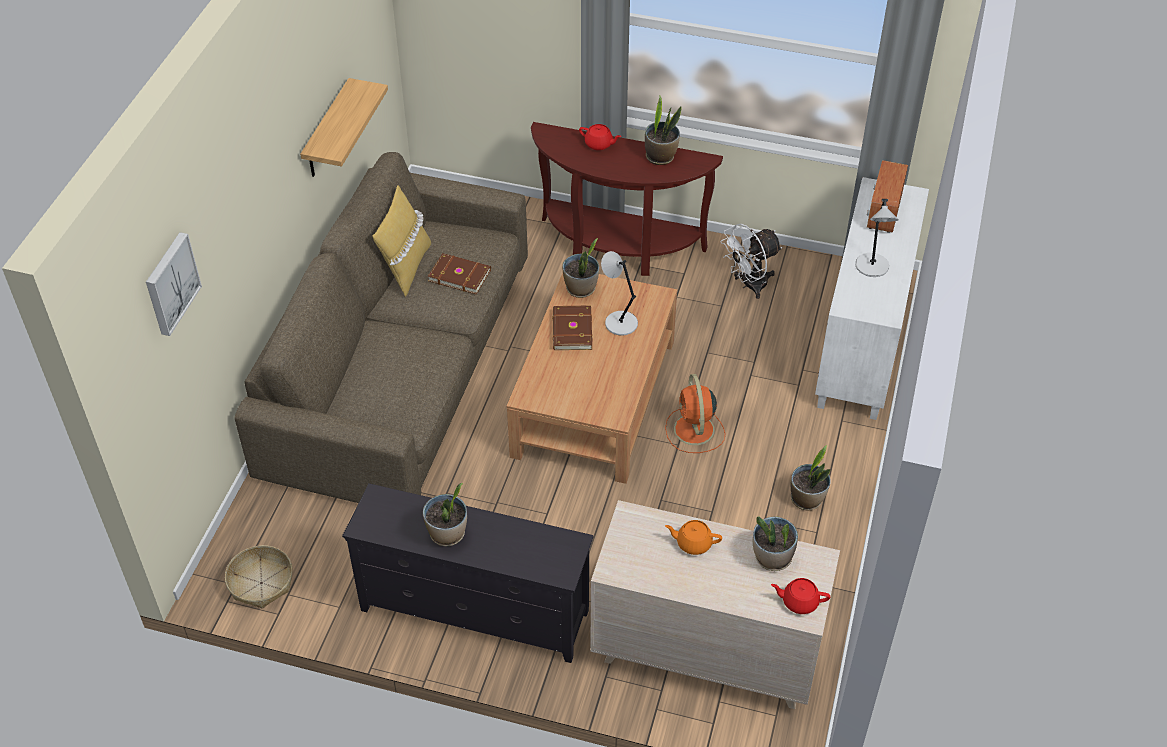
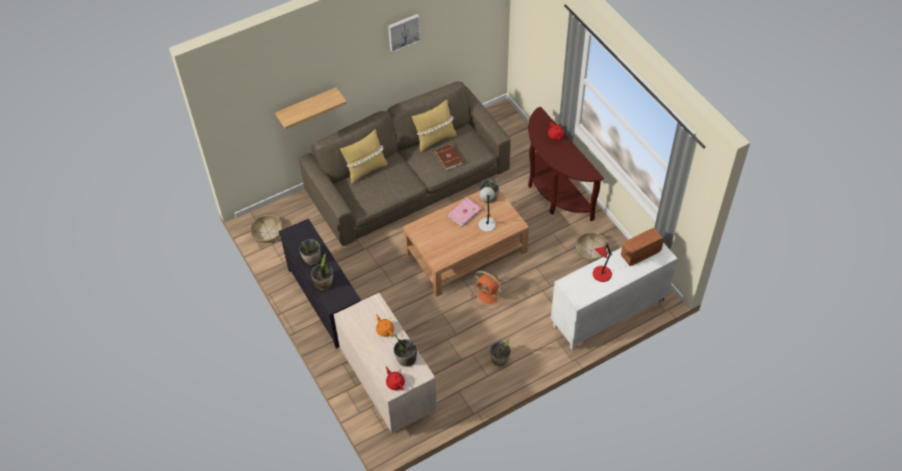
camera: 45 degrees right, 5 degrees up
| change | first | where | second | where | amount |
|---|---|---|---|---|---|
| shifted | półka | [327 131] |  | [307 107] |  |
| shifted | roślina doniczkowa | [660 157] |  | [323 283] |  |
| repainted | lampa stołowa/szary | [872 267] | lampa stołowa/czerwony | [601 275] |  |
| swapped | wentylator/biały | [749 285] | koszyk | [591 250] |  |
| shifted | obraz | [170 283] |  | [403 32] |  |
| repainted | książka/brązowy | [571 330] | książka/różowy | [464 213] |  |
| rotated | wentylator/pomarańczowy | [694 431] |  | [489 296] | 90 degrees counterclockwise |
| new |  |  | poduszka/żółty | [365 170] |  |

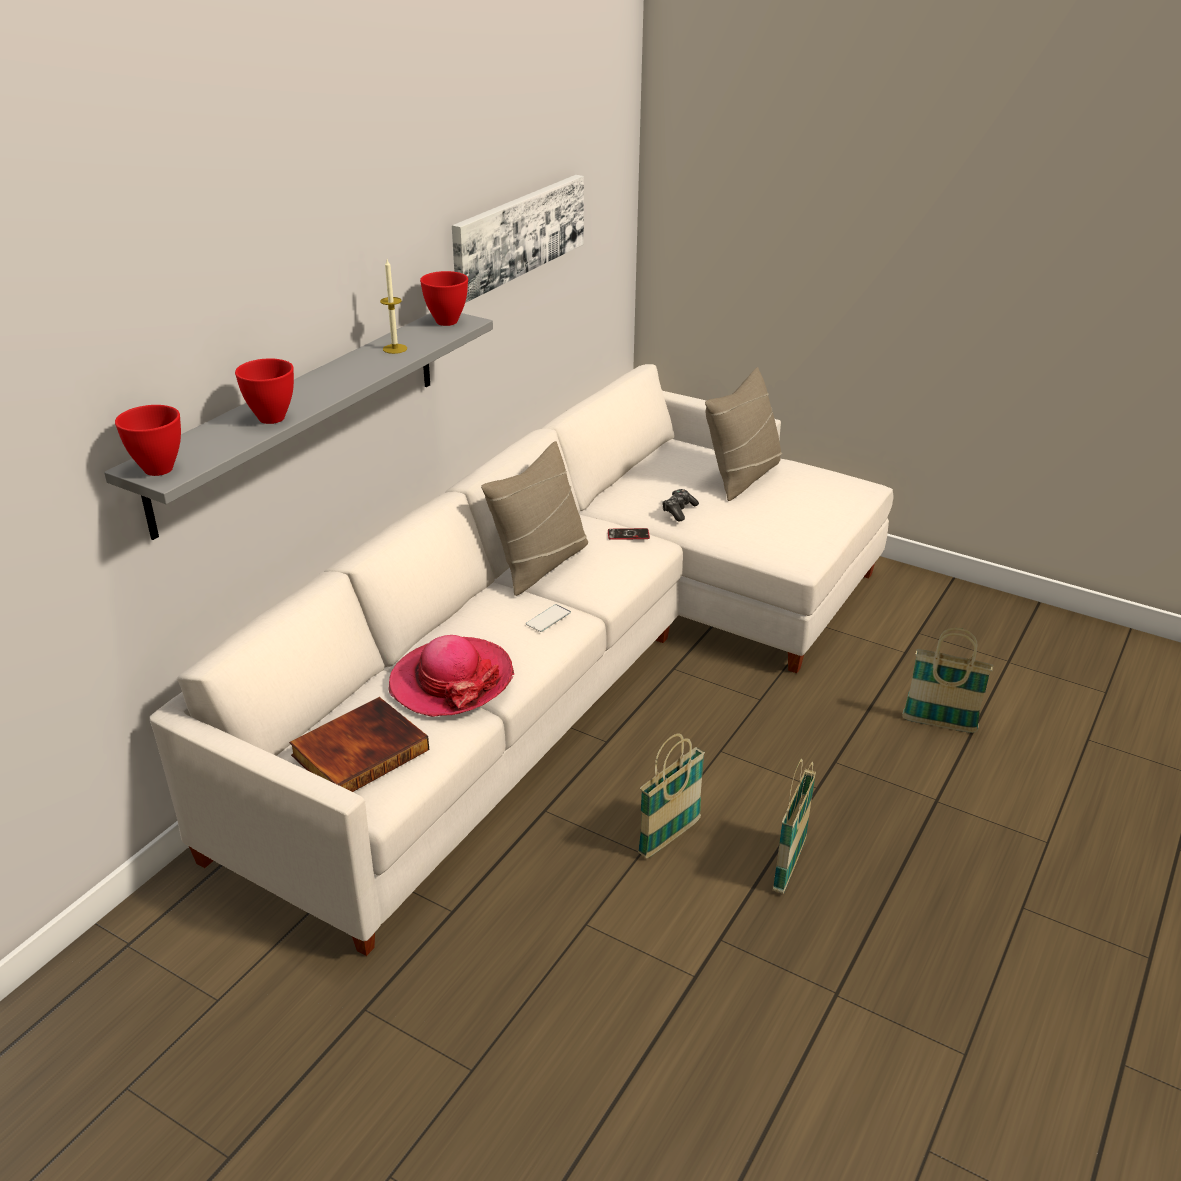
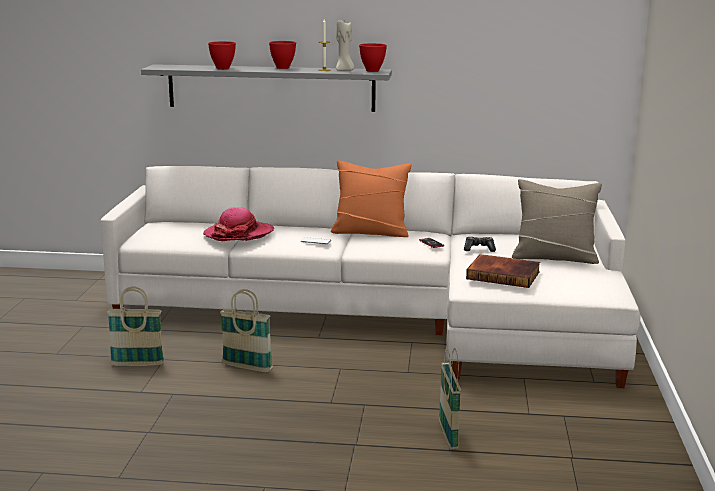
camera: 65 degrees right, 15 degrees down
| change | first | where | second | where | amount |
|---|---|---|---|---|---|
| gone | obraz | [518 234] |  |  |  |
| shifted | miska/czerwony | [157 469] |  | [282 68] |  |
| repainted | poduszka/beżowy | [540 564] | poduszka/pomarańczowy | [371 232] |  |
| shifted | książka | [360 751] |  | [504 275] |  |
| shifted | koszyk | [789 865] |  | [137 364] |  |
| new |  |  | świeca/beżowy | [344 70] |  |

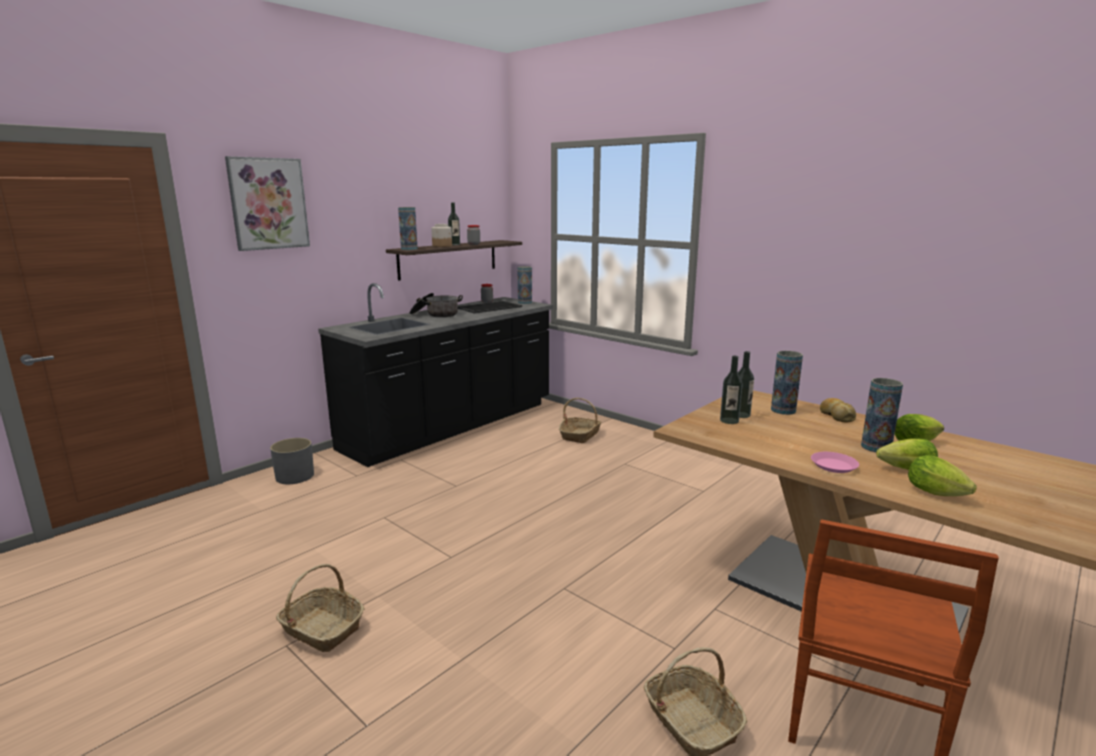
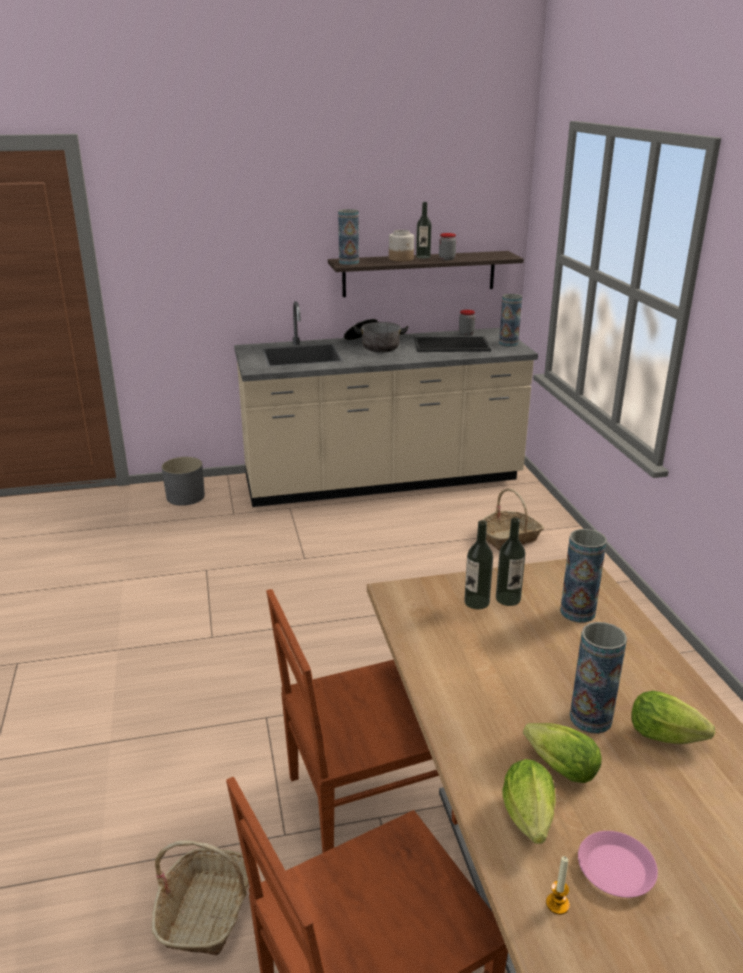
camera: 35 degrees right, 10 degrees up
| change | first | where | second | where | amount |
|---|---|---|---|---|---|
| gone | obraz | [268 203] |  |  |  |
| repainted | zabudowa kuchenna/czarny | [451 426] | zabudowa kuchenna/beżowy | [382 481] |  |
| gone | chleb | [836 416] |  |  |  |
| shifted | talerz/różowy | [833 466] |  | [615 869] |  |
| gone | koszyk | [321 629] |  |  |  |
| new |  |  | krzesło/brązowy | [367 802] |  |
| new |  |  | świeca | [557 904] |  |

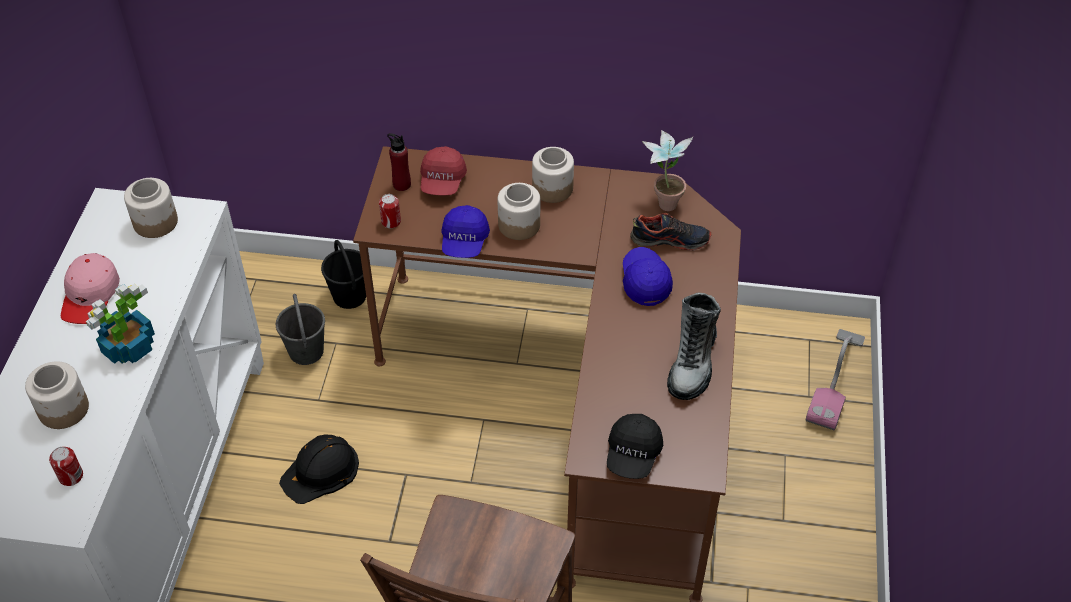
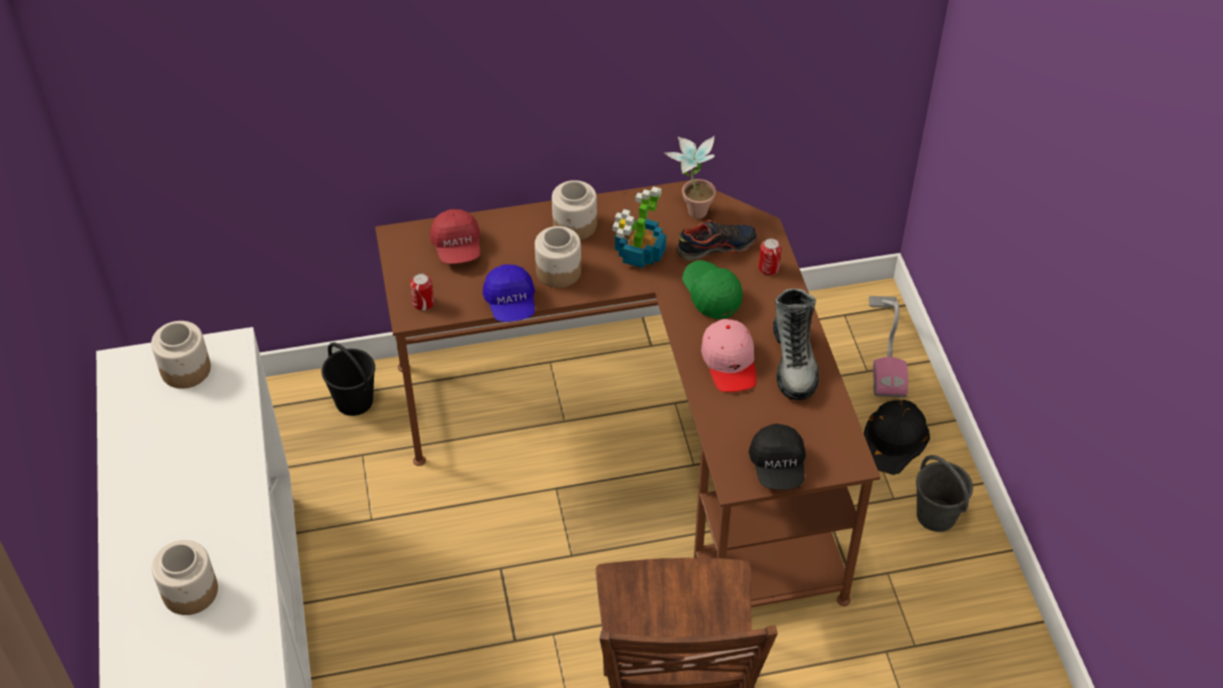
camera: 20 degrees left, 0 degrees up
| change | first | where | second | where | amount |
|---|---|---|---|---|---|
| gone | butelka/czerwony | [401 184] |  |  |  |
| repainted | czapka z daszkiem/niebieski | [645 281] | czapka z daszkiem/zielony | [711 295] |  |
| shifted | czapka z daszkiem/różowy | [91 295] |  | [730 362] |  |
| shifted | roślina doniczkowa | [128 347] |  | [639 254] |  |
| shifted | wiadro/szary | [306 352] |  | [936 516] |  |
| shifted | kask/czarny | [321 471] |  | [894 439] |  |
| shifted | puszka | [71 476] |  | [768 268] |  |

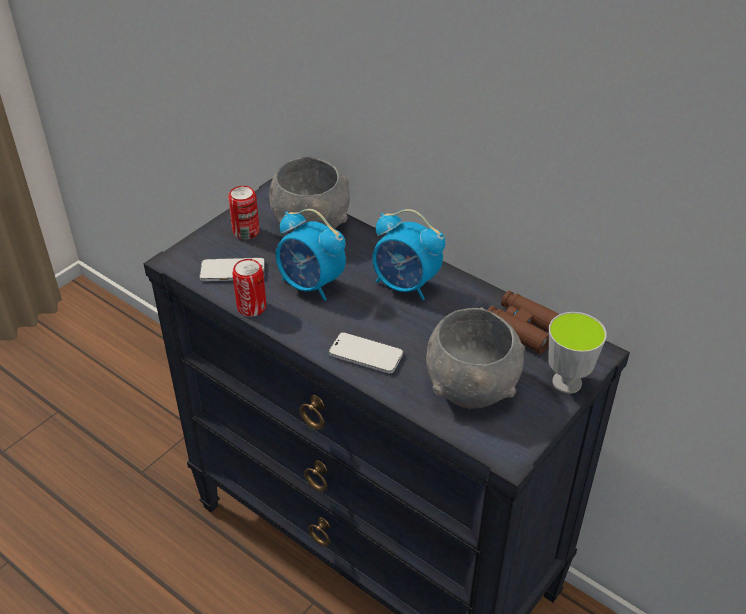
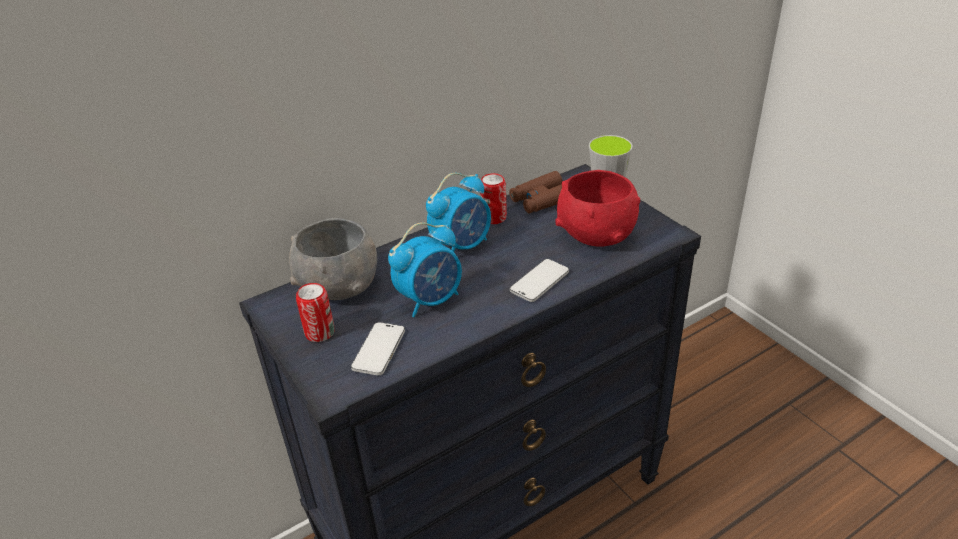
camera: 70 degrees left, 5 degrees down
| change | first | where | second | where | amount |
|---|---|---|---|---|---|
| shifted | puszka | [251 307] |  | [494 218] |  |
| repainted | miska/szary | [472 385] | miska/czerwony | [596 234] |  |

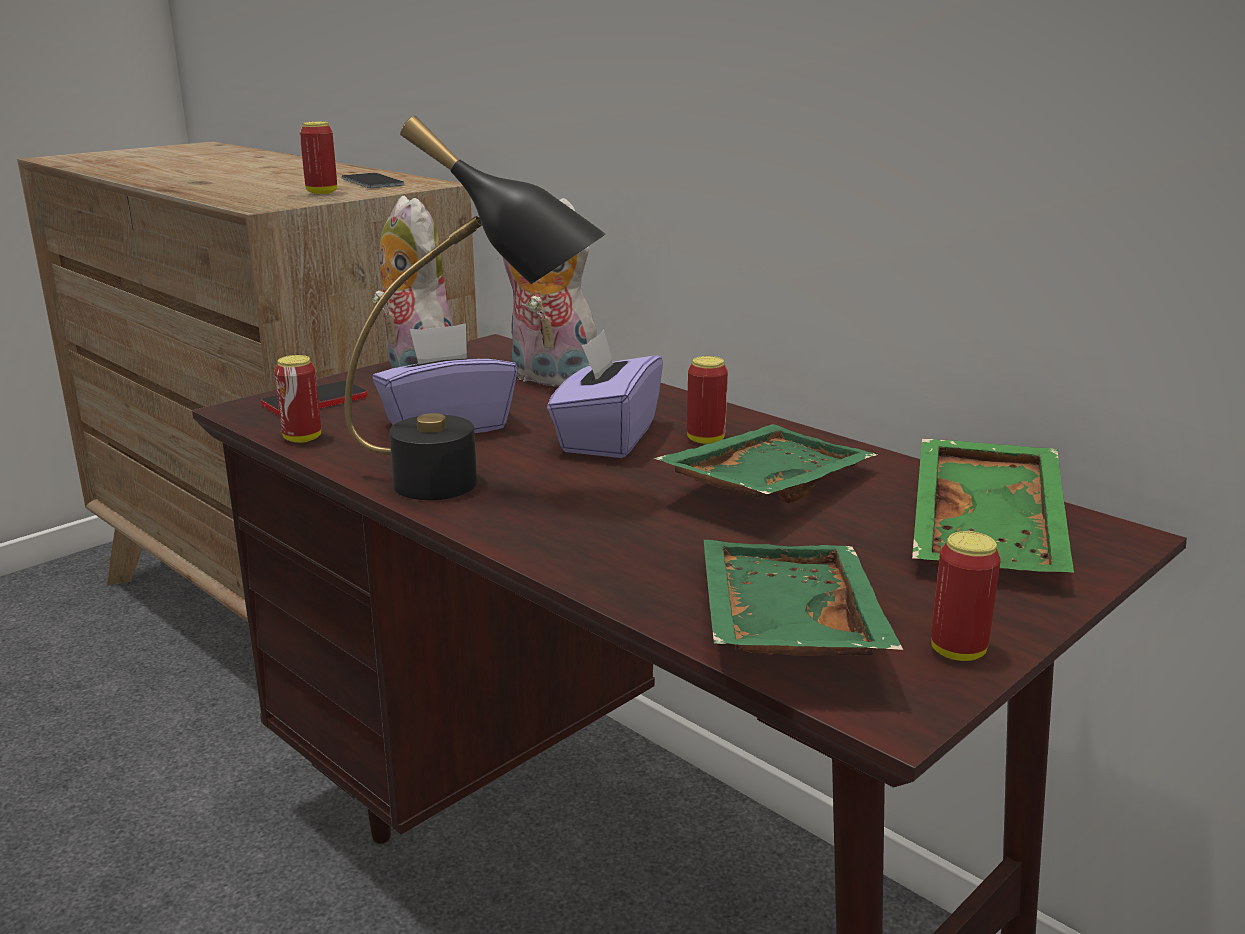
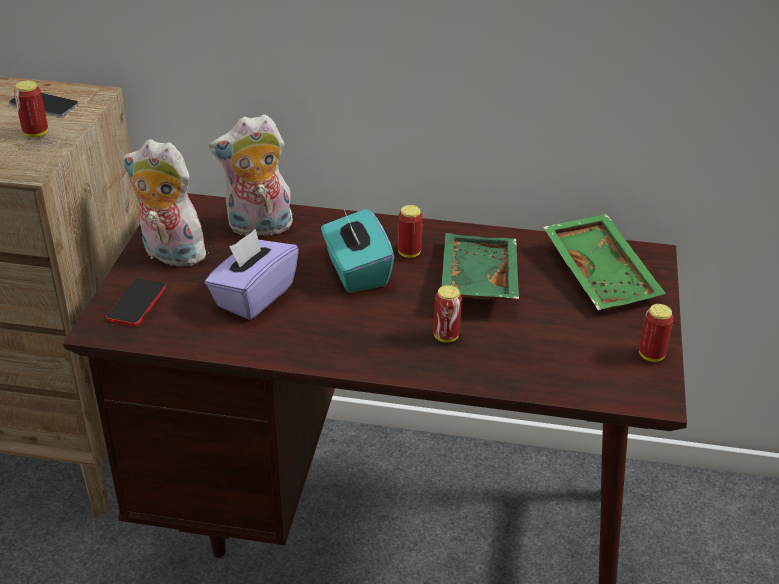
camera: 35 degrees left, 15 degrees up
| change | first | where | second | where | amount |
|---|---|---|---|---|---|
| gone | lampa stołowa/czarny | [475 487] |  |  |  |
| repainted | pudełko chusteczek/fioletowy | [606 438] | pudełko chusteczek/turkusowy | [356 271] |  |
| shifted | puszka | [302 438] |  | [446 336] |  |
| gone | taca/zielony | [782 627] |  |  |  |

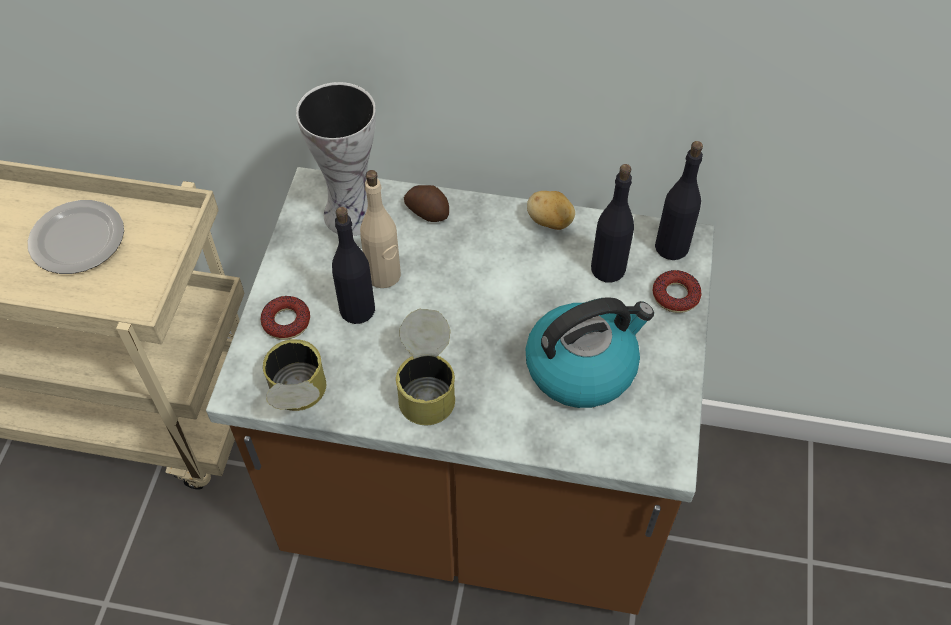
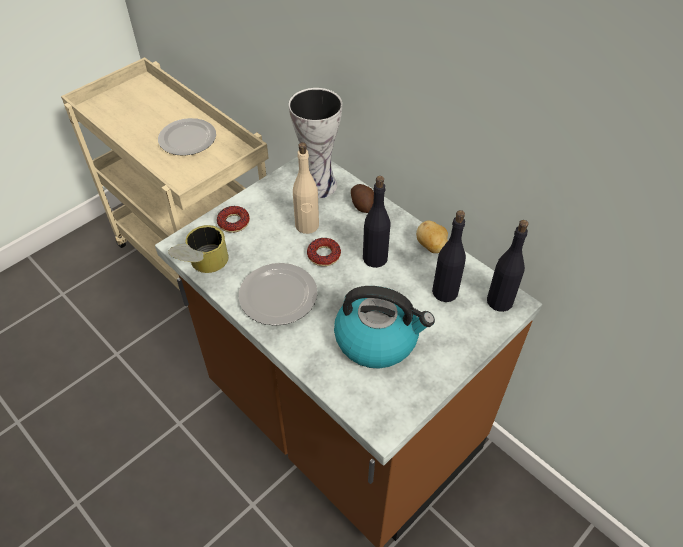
camera: 35 degrees right, 5 degrees down
| change | first | where | second | where | amount |
|---|---|---|---|---|---|
| shifted | butelka/czarny | [357 309] |  | [375 258] |  |
| shifted | donut | [675 295] |  | [324 255] |  |
| swapped | puszka | [427 384] | talerz | [278 297] |  |

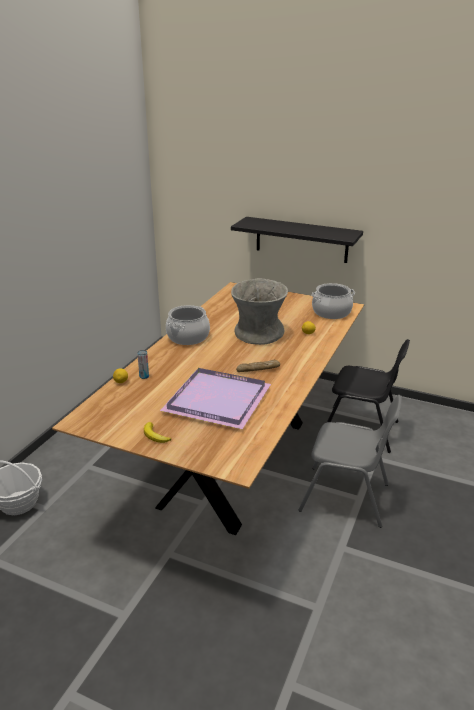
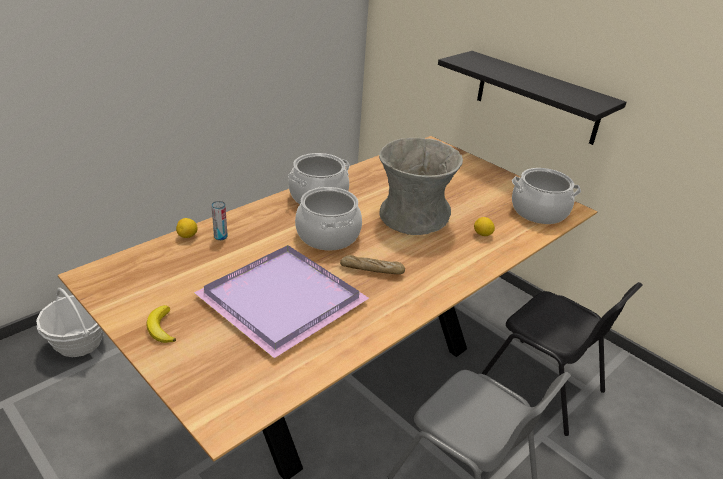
camera: 20 degrees right, 5 degrees up
| change | first | where | second | where | amount |
|---|---|---|---|---|---|
| new |  |  | garnek | [327 235] |  |

